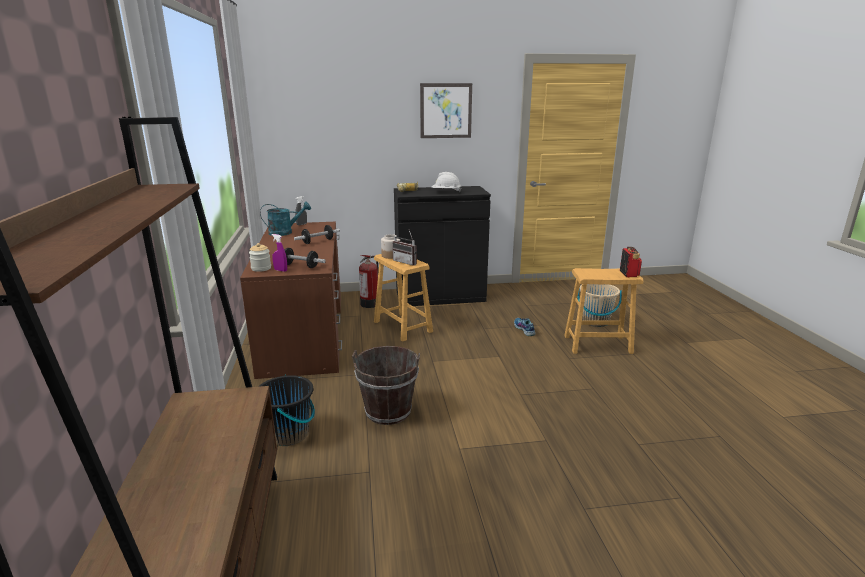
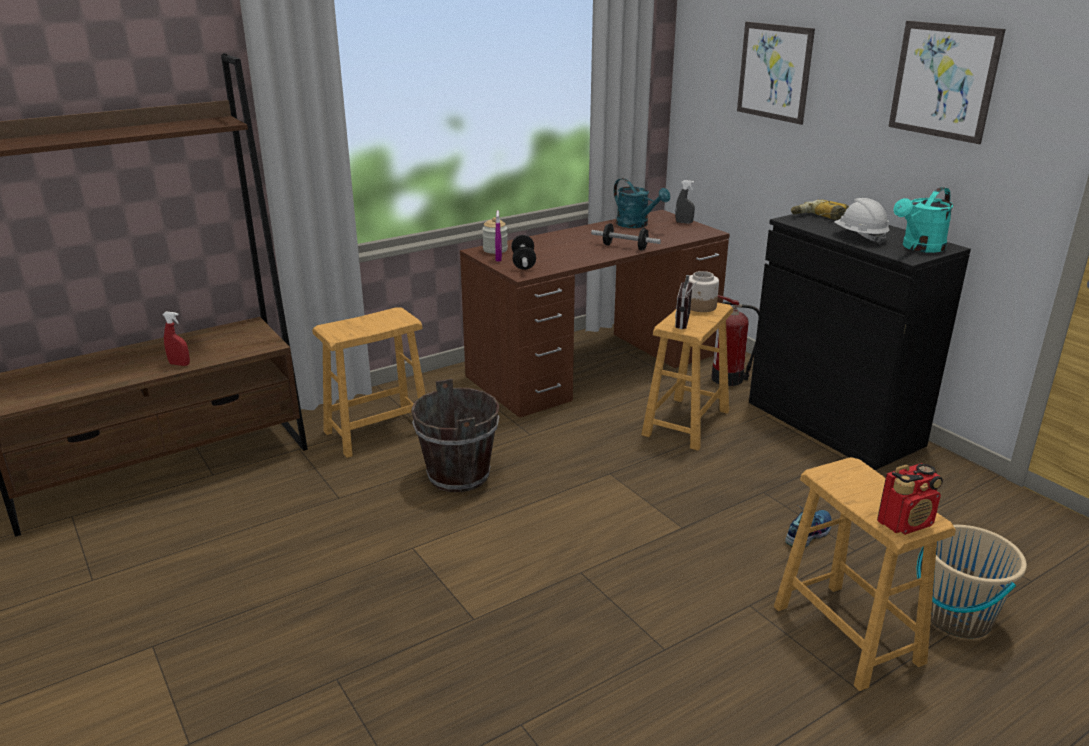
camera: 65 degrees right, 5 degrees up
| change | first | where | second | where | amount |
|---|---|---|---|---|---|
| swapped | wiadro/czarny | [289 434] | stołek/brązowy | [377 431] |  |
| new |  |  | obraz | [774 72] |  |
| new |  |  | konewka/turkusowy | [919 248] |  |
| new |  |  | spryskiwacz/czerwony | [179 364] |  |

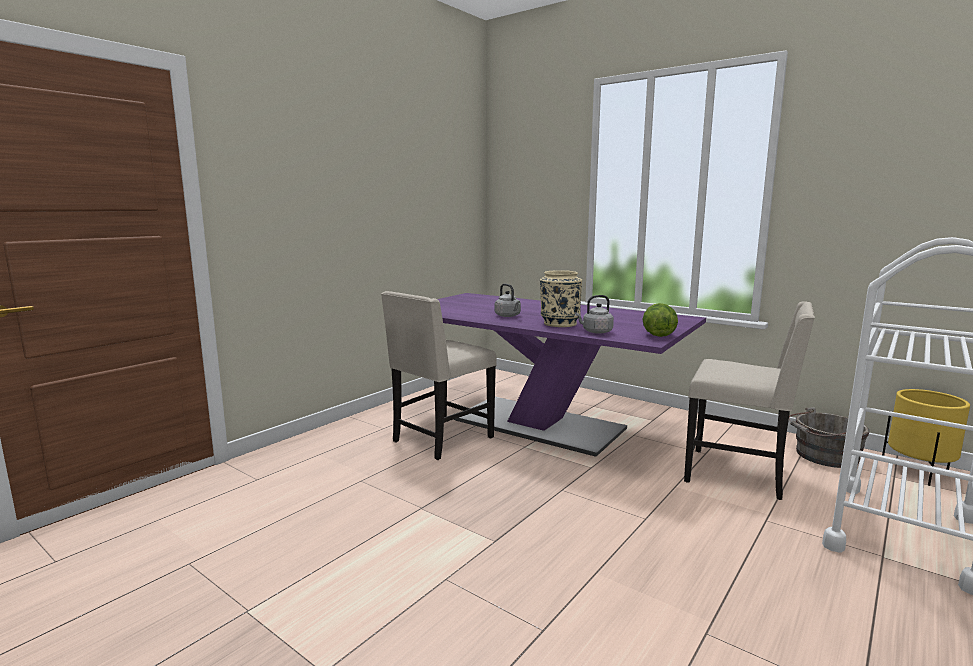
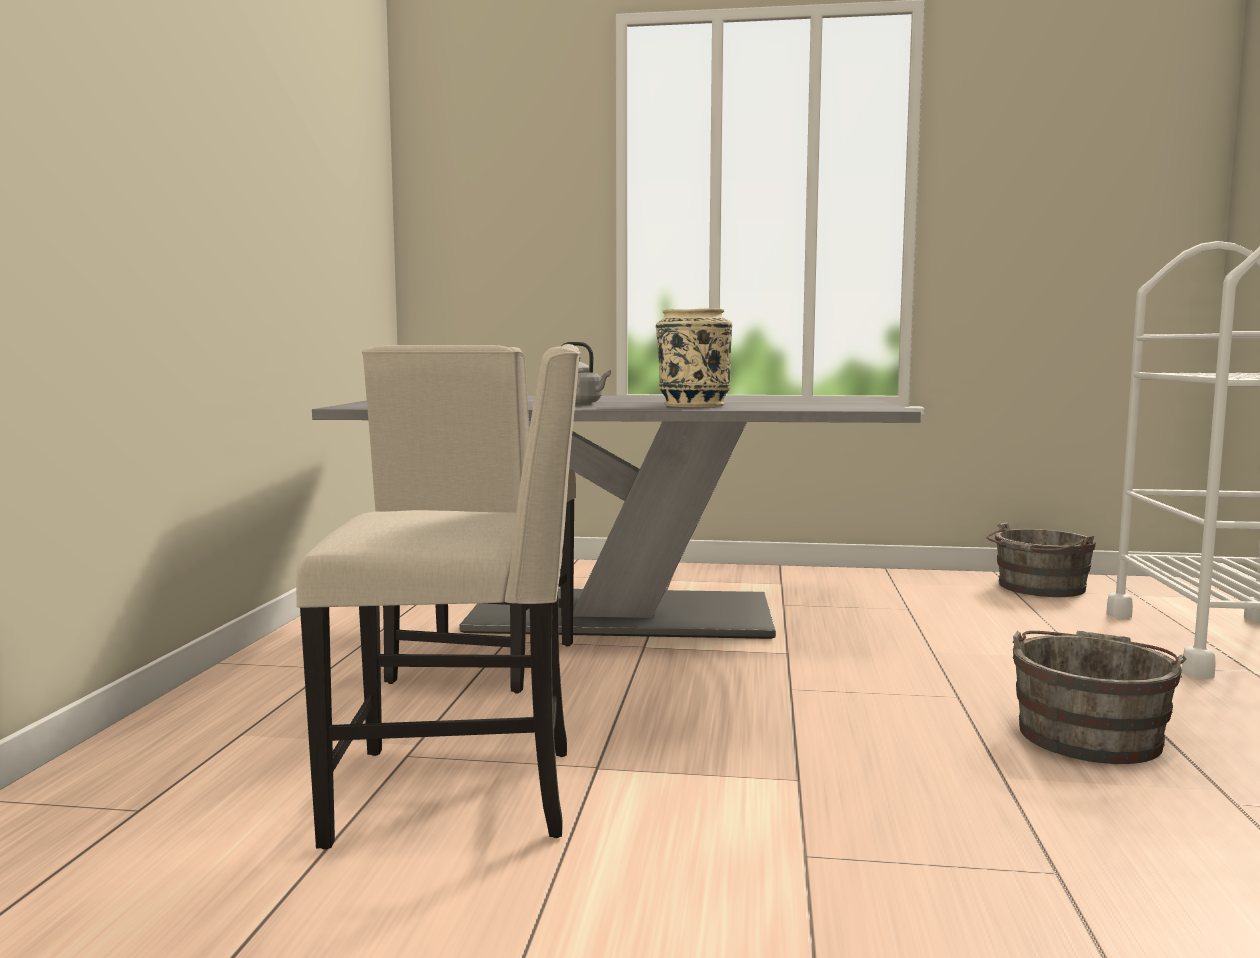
camera: 30 degrees left, 5 degrees down
| change | first | where | second | where | amount |
|---|---|---|---|---|---|
| repainted | stół jadalny/fioletowy | [538 425] | stół jadalny/szary | [621 615] |  |
| gone | czajnik/szary | [595 332] |  |  |  |
| shifted | krzesło/beżowy | [737 474] |  | [463 793] |  |
| gone | sałata | [658 335] |  |  |  |
| gone | donica/żółty | [918 471] |  |  |  |
| new |  |  | wiadro/szary | [1089 734] |  |

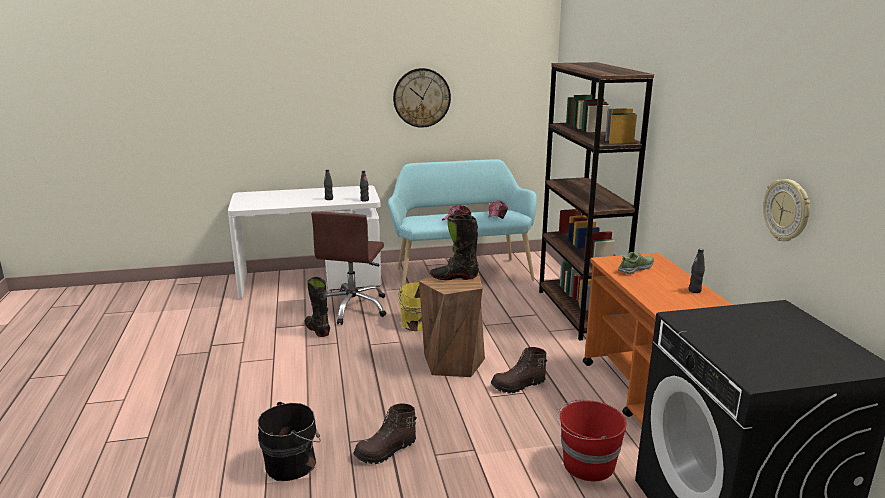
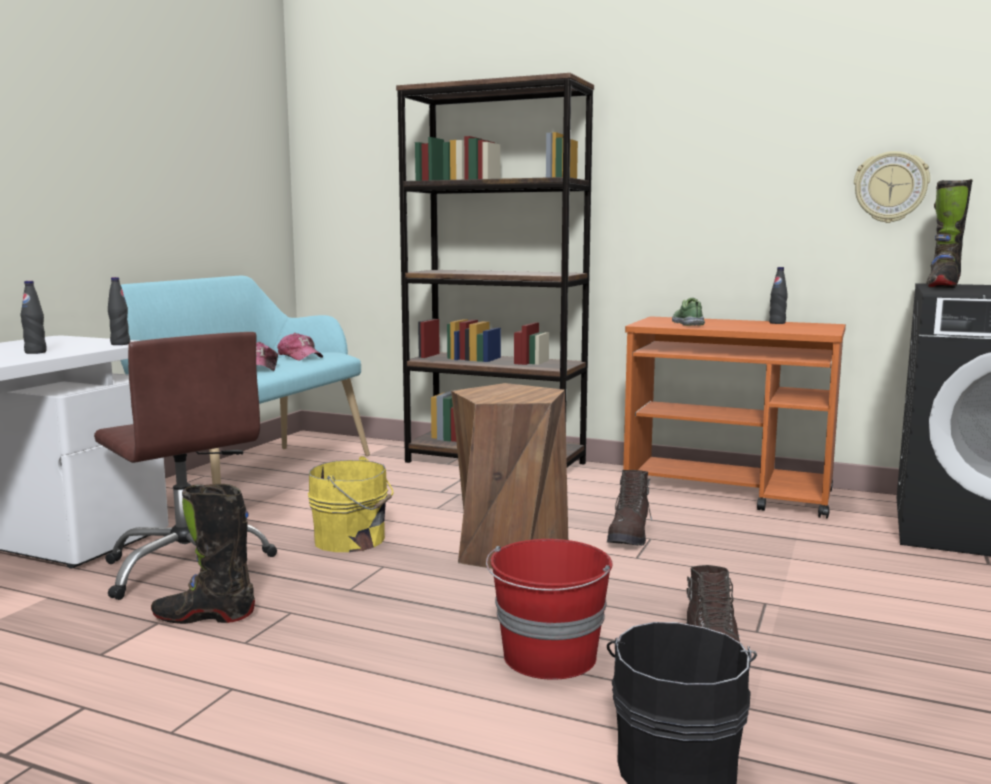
camera: 55 degrees left, 10 degrees down
| change | first | where | second | where | amount |
|---|---|---|---|---|---|
| gone | zegar ścienny | [421 98] |  |  |  |
| shifted | but z cholewką/czarny | [454 277] |  | [943 286] |  |
| shifted | wiadro/czerwony | [587 465] |  | [549 657] |  |

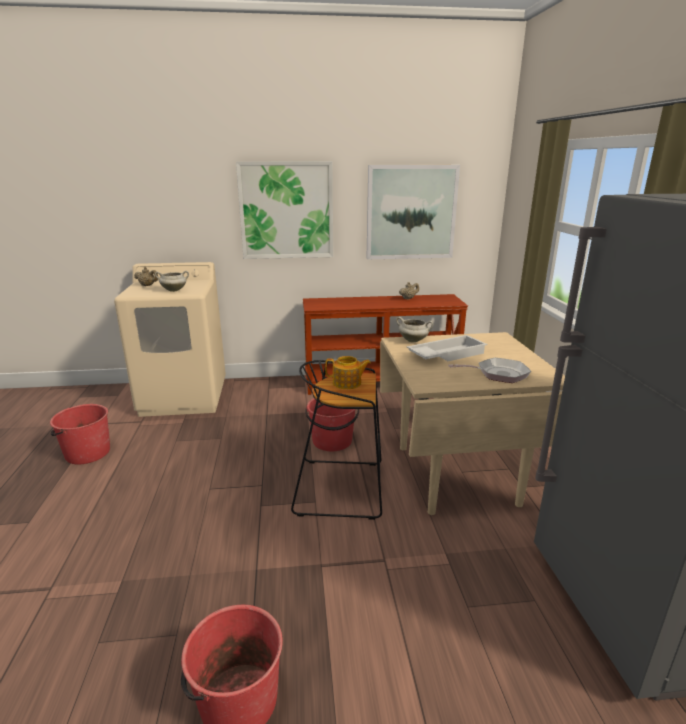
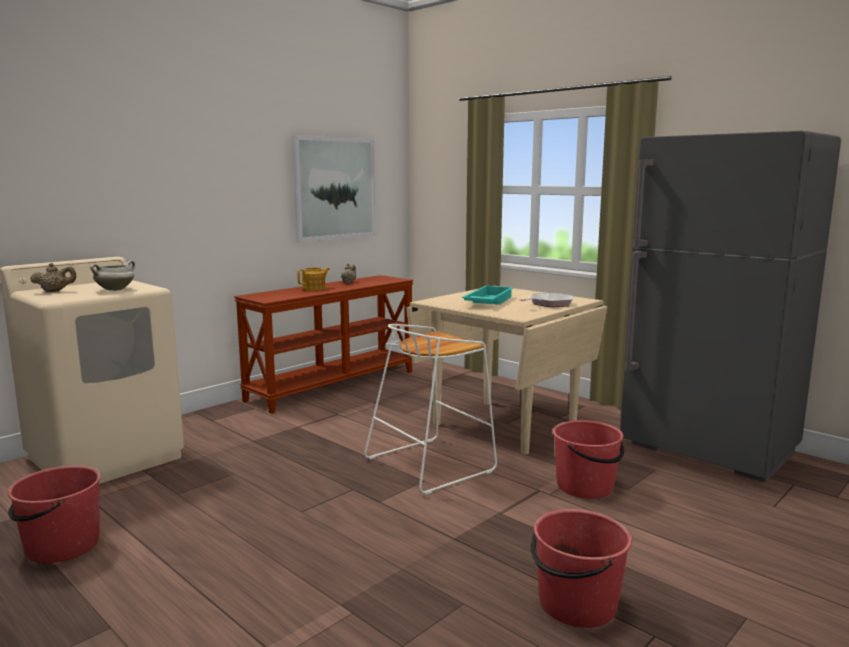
camera: 40 degrees left, 10 degrees down
| change | first | where | second | where | amount |
|---|---|---|---|---|---|
| gone | obraz | [286 210] |  |  |  |
| gone | garnek/biały | [413 340] |  |  |  |
| repainted | taca/biały | [446 354] | taca/turkusowy | [487 301] |  |
| shifted | imbryk | [347 383] |  | [314 288] |  |
| repainted | stołek/czarny | [342 487] | stołek/biały | [430 464] |  |
| shifted | wiadro/czerwony | [332 441] |  | [586 486] |  |

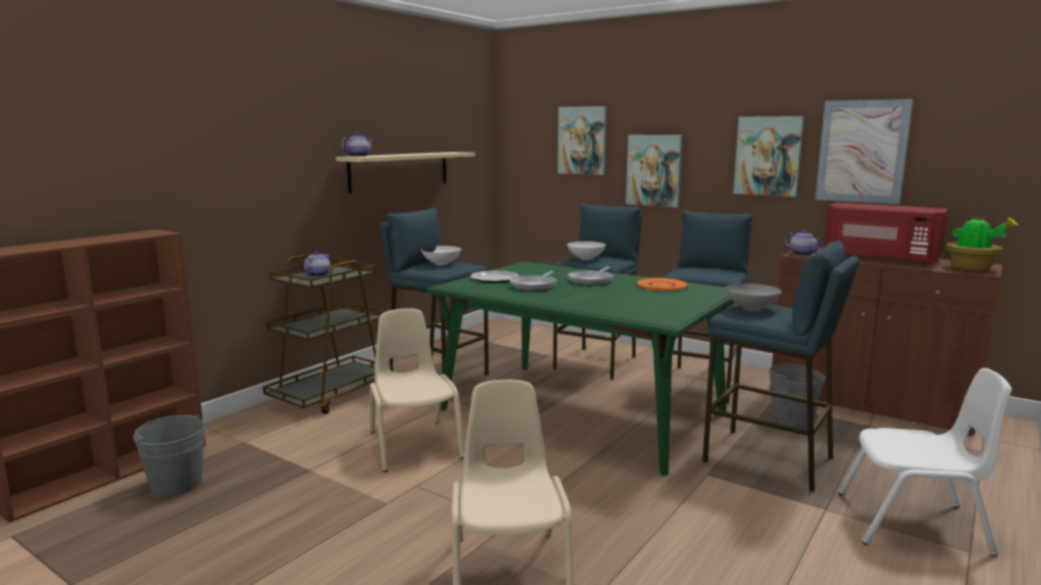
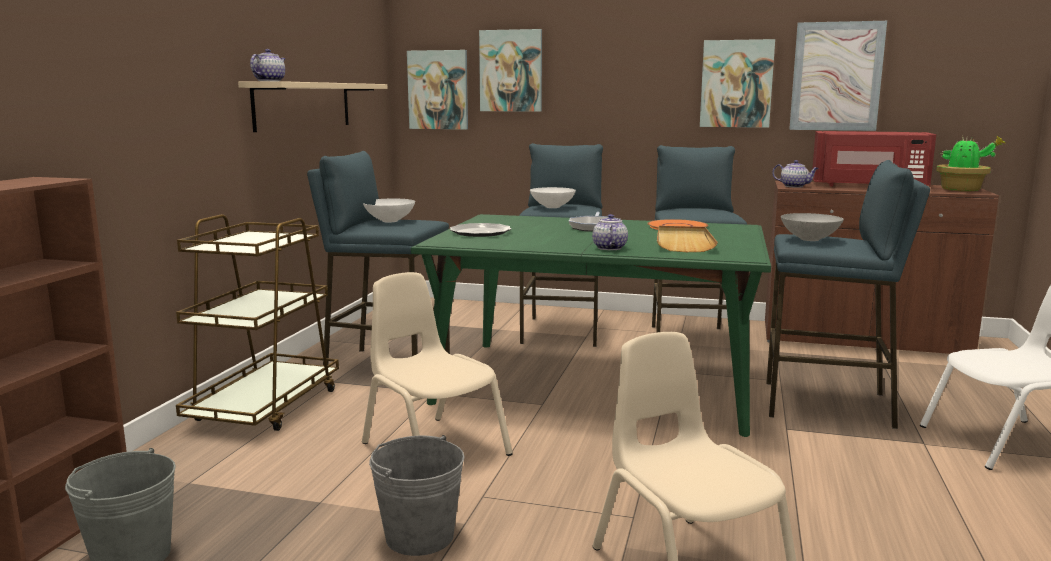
camera: 20 degrees left, 0 degrees up
| change | first | where | second | where | amount |
|---|---|---|---|---|---|
| shifted | obraz | [654 170] |  | [438 90] |  |
| shifted | imbryk | [318 275] |  | [609 248] |  |
| gone | patelnia | [534 286] |  |  |  |
| shifted | wiadro/szary | [792 419] |  | [419 536] |  |
| new |  |  | taca/beżowy | [683 242] |  |

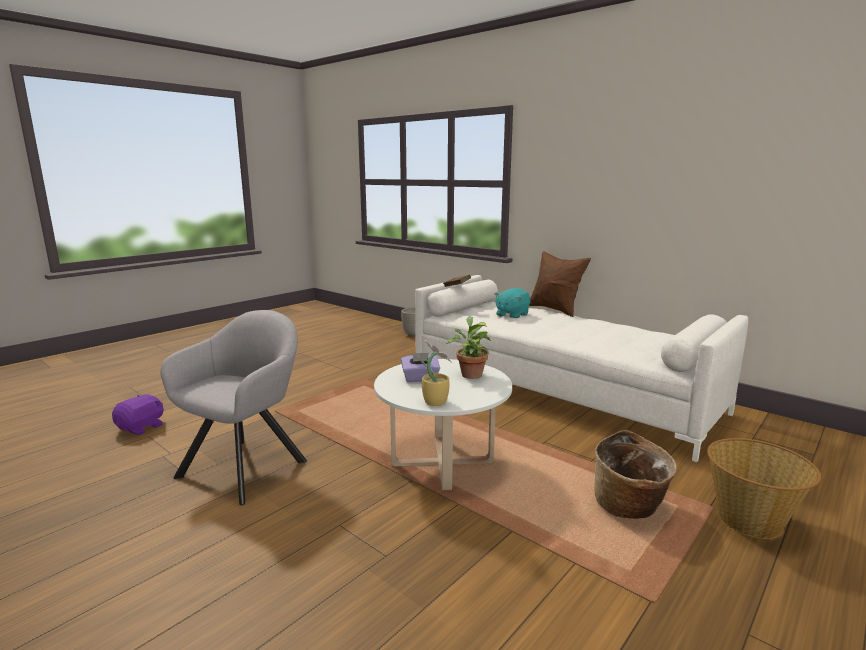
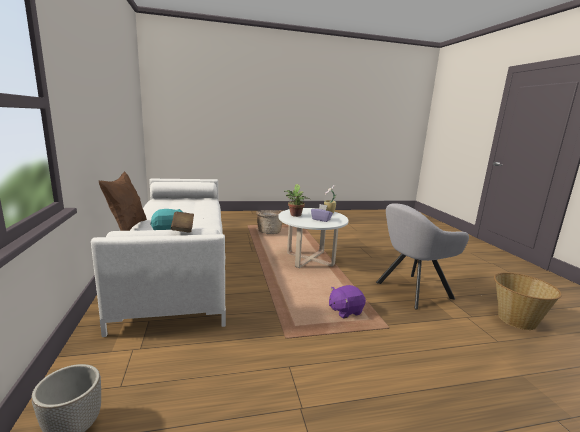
camera: 145 degrees left, 0 degrees up
| change | first | where | second | where | amount |
|---|---|---|---|---|---|
| shifted | pluszak/fioletowy | [141 428] |  | [345 311] |  |
| shifted | koszyk | [750 521] |  | [516 319] |  |

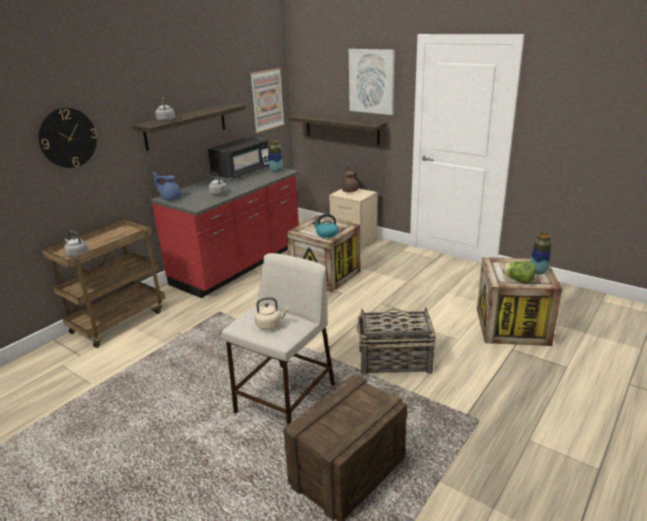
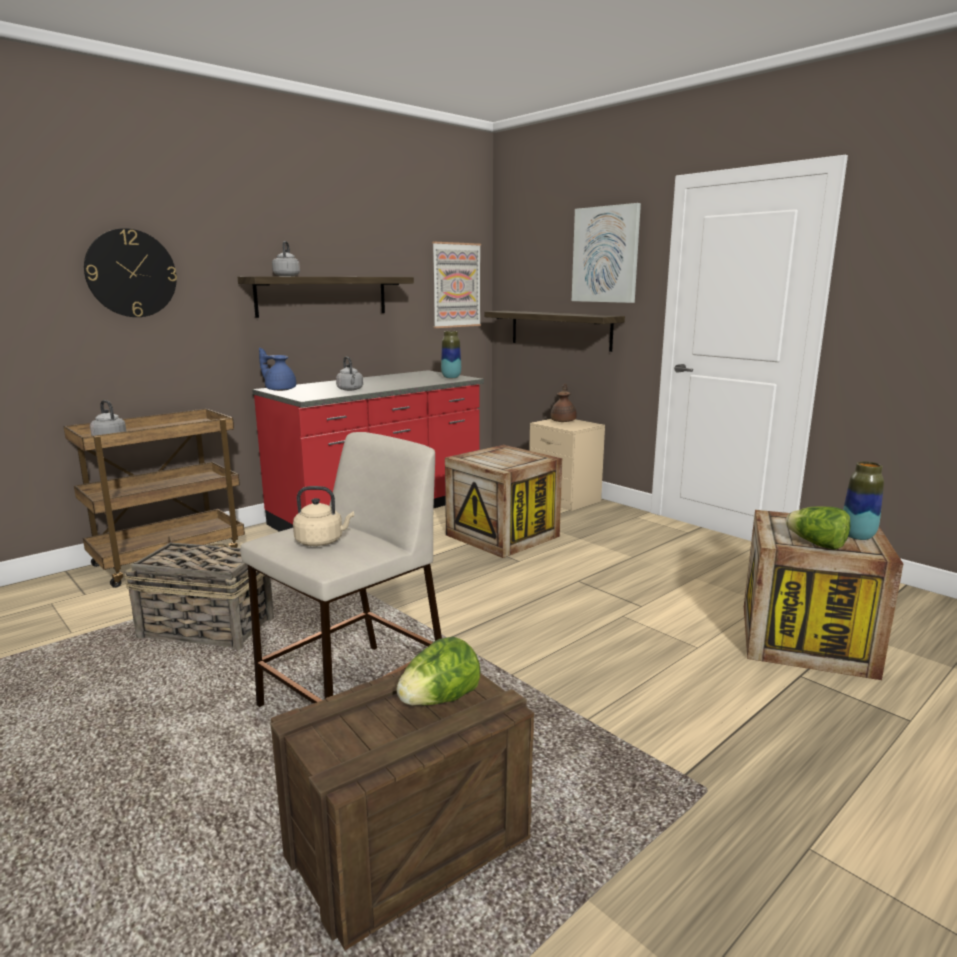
camera: 10 degrees right, 10 degrees down
| change | first | where | second | where | amount |
|---|---|---|---|---|---|
| gone | mikrofalówka/czarny | [242 172] |  |  |  |
| gone | czajnik | [326 234] |  |  |  |
| shifted | koszyk | [393 361] |  | [206 628] |  |
| new |  |  | sałata | [439 700] |  |

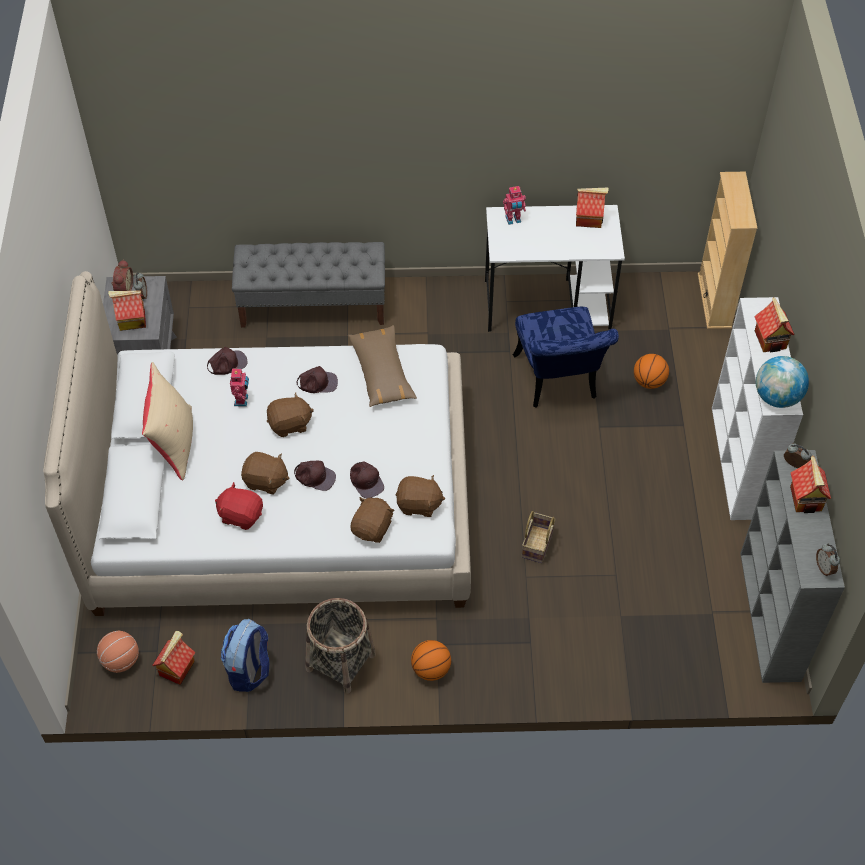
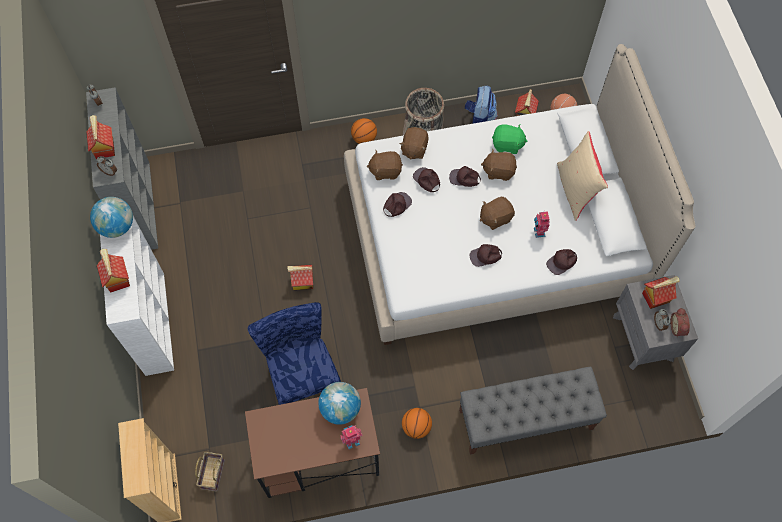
camera: 170 degrees right, 10 degrees up
| change | first | where | second | where | amount |
|---|---|---|---|---|---|
| shifted | domek | [589 219] |  | [302 282] |  |
| repainted | biurko/biały | [548 304] | biurko/brązowy | [318 457] |  |
| gone | poduszka/brązowy | [382 372] |  |  |  |
| shifted | piłka do koszykówki | [649 381] |  | [416 427] |  |
| repainted | pluszak/czerwony | [241 515] | pluszak/zielony | [507 145] |  |
| shifted | koszyk | [538 545] |  | [212 473] |  |
| new |  |  | czapka z daszkiem/brązowy | [397 205] |  |
| new |  |  | globus | [340 408] |  |

